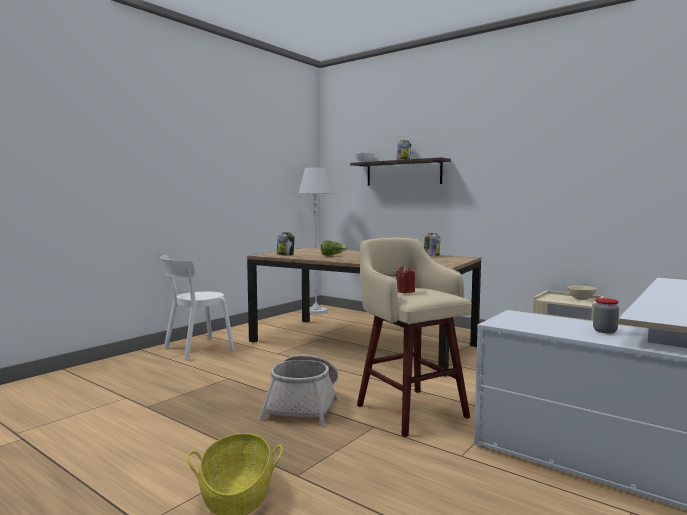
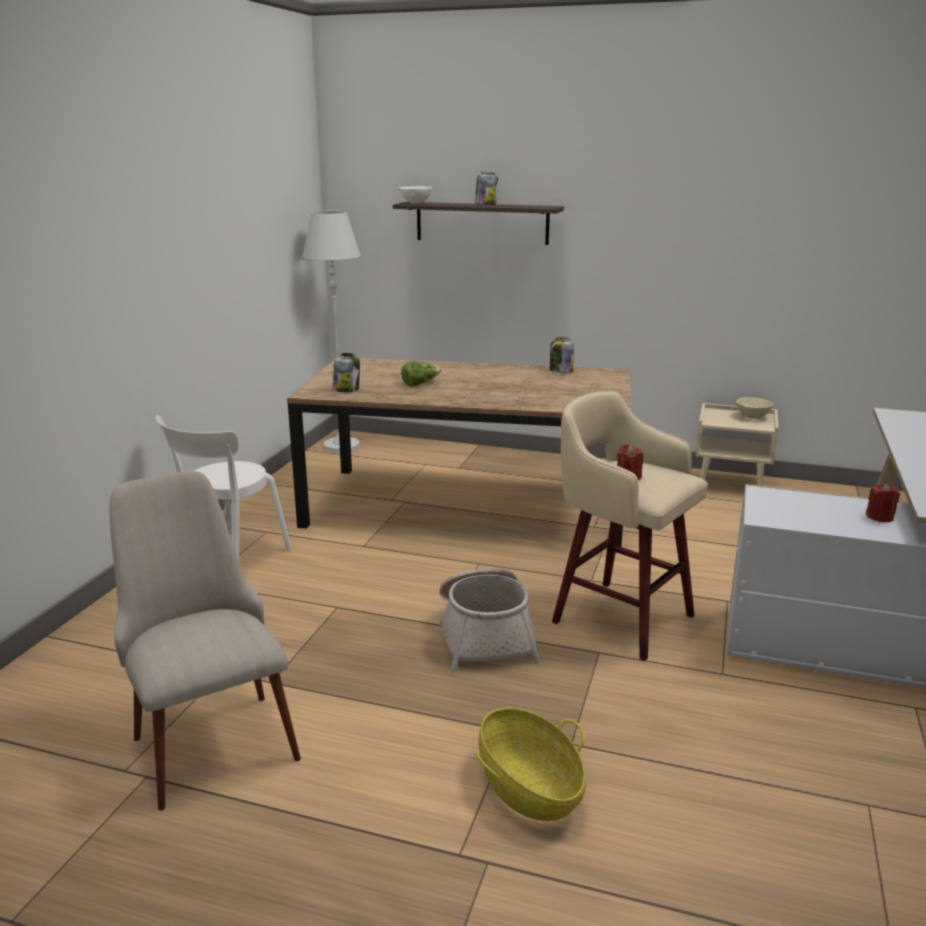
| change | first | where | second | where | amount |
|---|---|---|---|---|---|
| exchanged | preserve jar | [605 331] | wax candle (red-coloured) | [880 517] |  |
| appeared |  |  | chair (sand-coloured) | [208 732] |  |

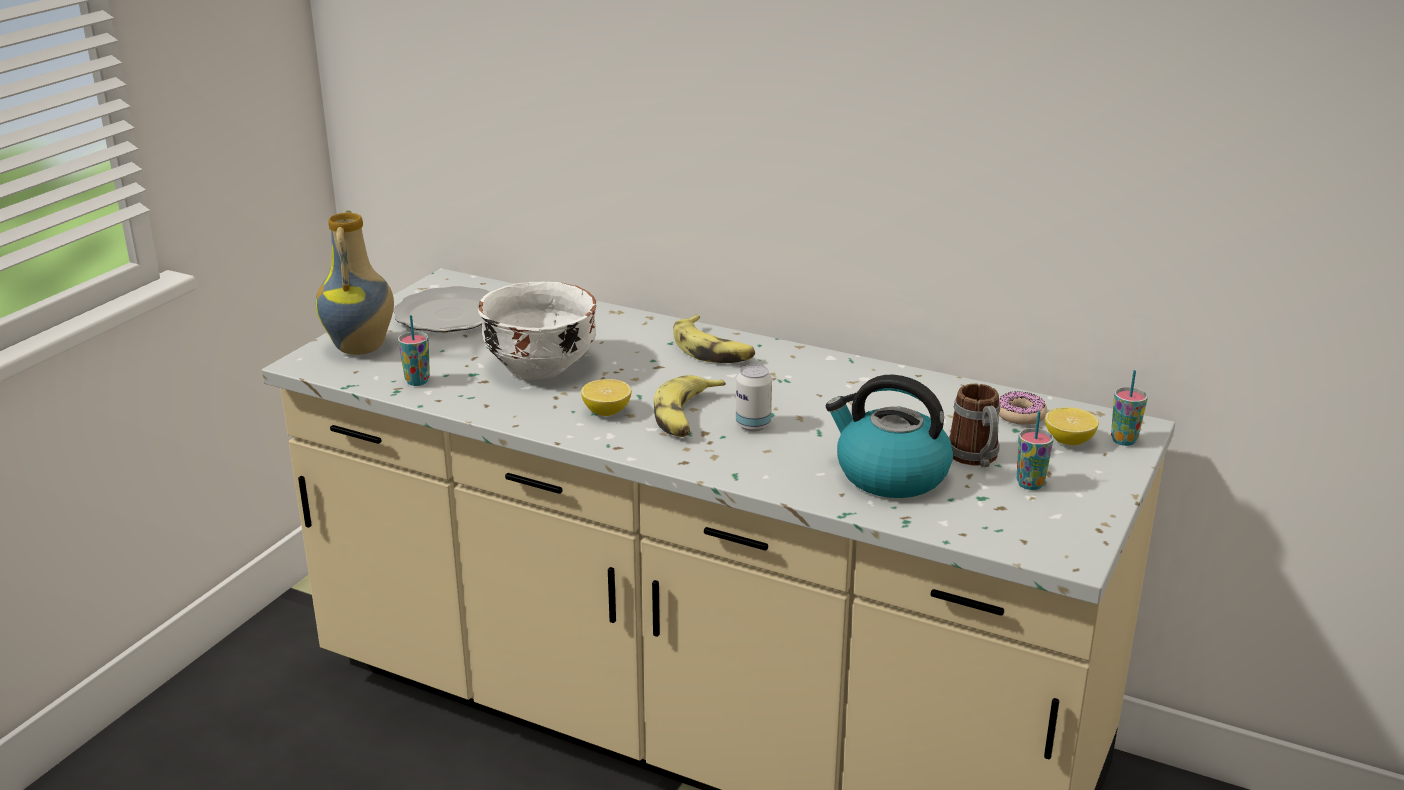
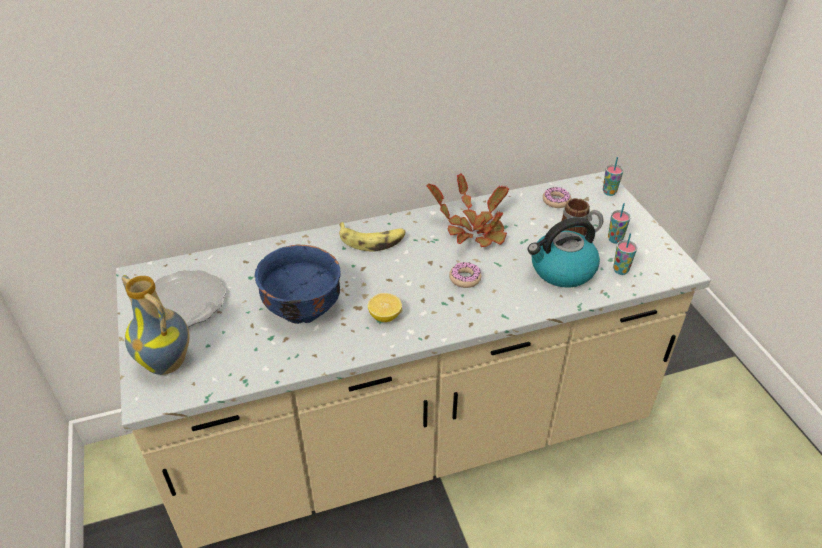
| change | first | where | second | where | amount |
|---|---|---|---|---|---|
| colour | deep dish (white-coloured) | [539 367] | deep dish (blue) | [301 308] |  |
| relocated | small cup | [417 381] |  | [620 270] |  |
| exchanged | sealed can | [753 425] | doughnut | [465 278] |  |
| missing | banana | [687 416] |  |  |  |
| missing | whole lemon | [1069 441] |  |  |  |
| appeared |  |  | plant in a pot | [473 229] |  |

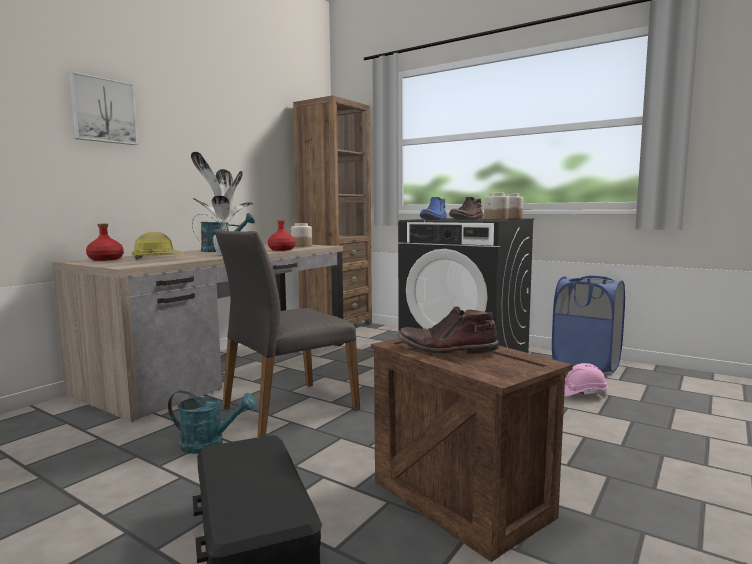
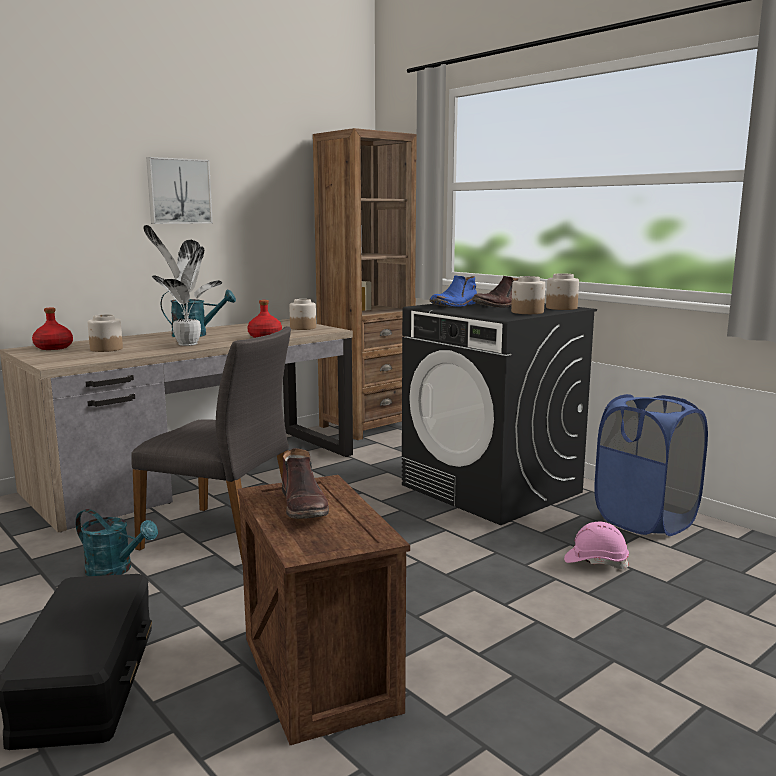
| change | first | where | second | where | amount |
|---|---|---|---|---|---|
| relocated | picture | [102 111] |  | [178 191] |  |
| spun | chair (gray) | [288 409] |  | [224 537] | 135 degrees counterclockwise |
| exchanged | work helmet | [157 258] | preserve jar | [106 349] |  |
| spun | high-top boot (brown-coloured) | [446 349] |  | [304 506] | 135 degrees counterclockwise |

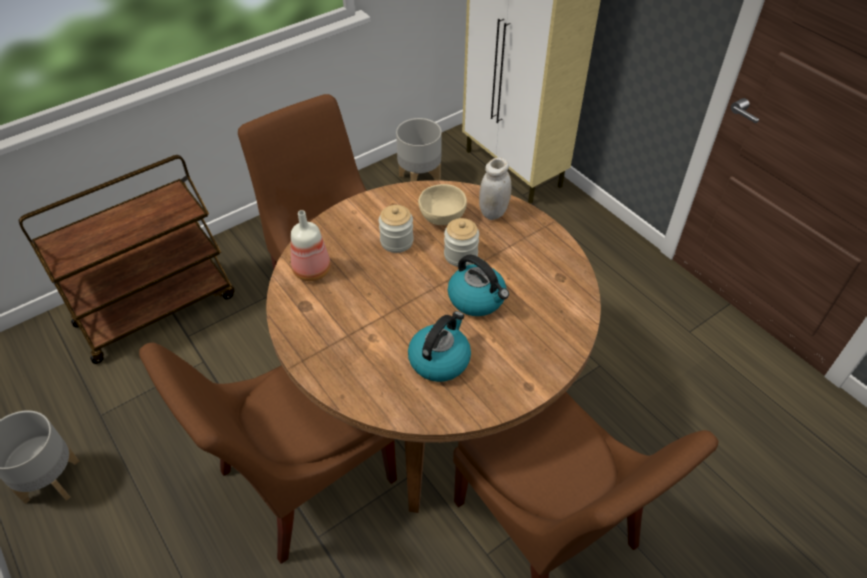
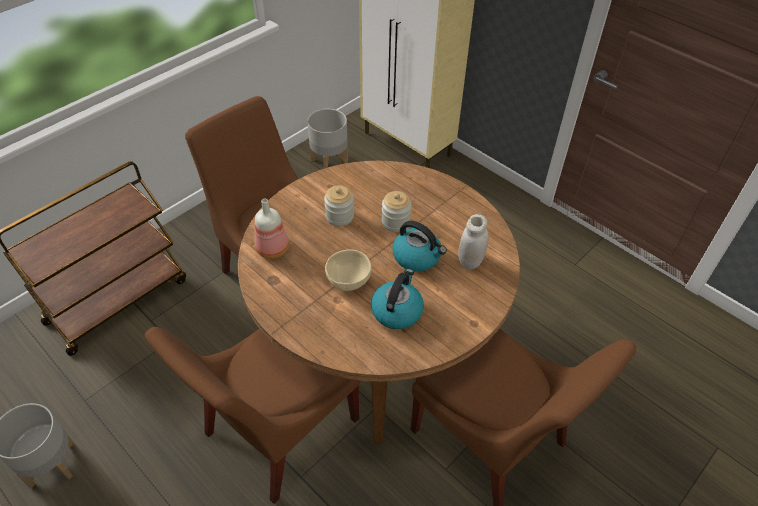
| change | first | where | second | where | amount |
|---|---|---|---|---|---|
| relocated | preserve jar (white-coloured) | [493 212] |  | [470 261] |  |
| relocated | deep dish (sand-coloured) | [441 217] |  | [348 281] |  |

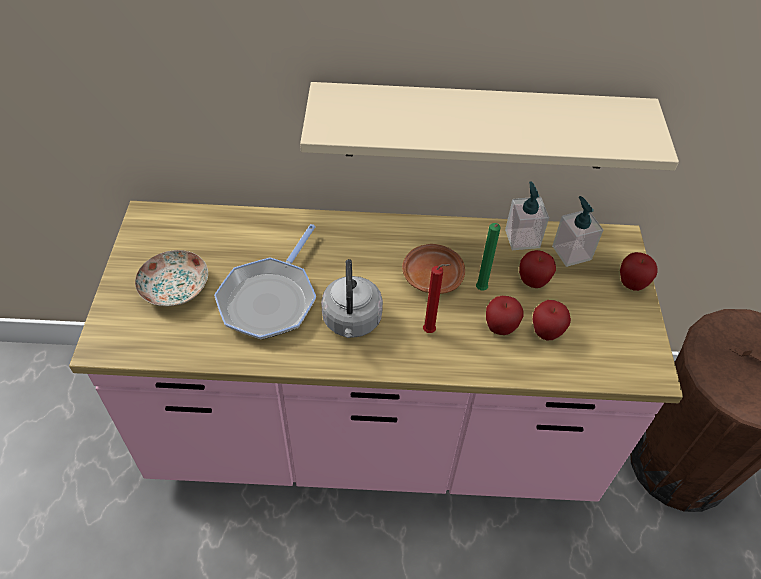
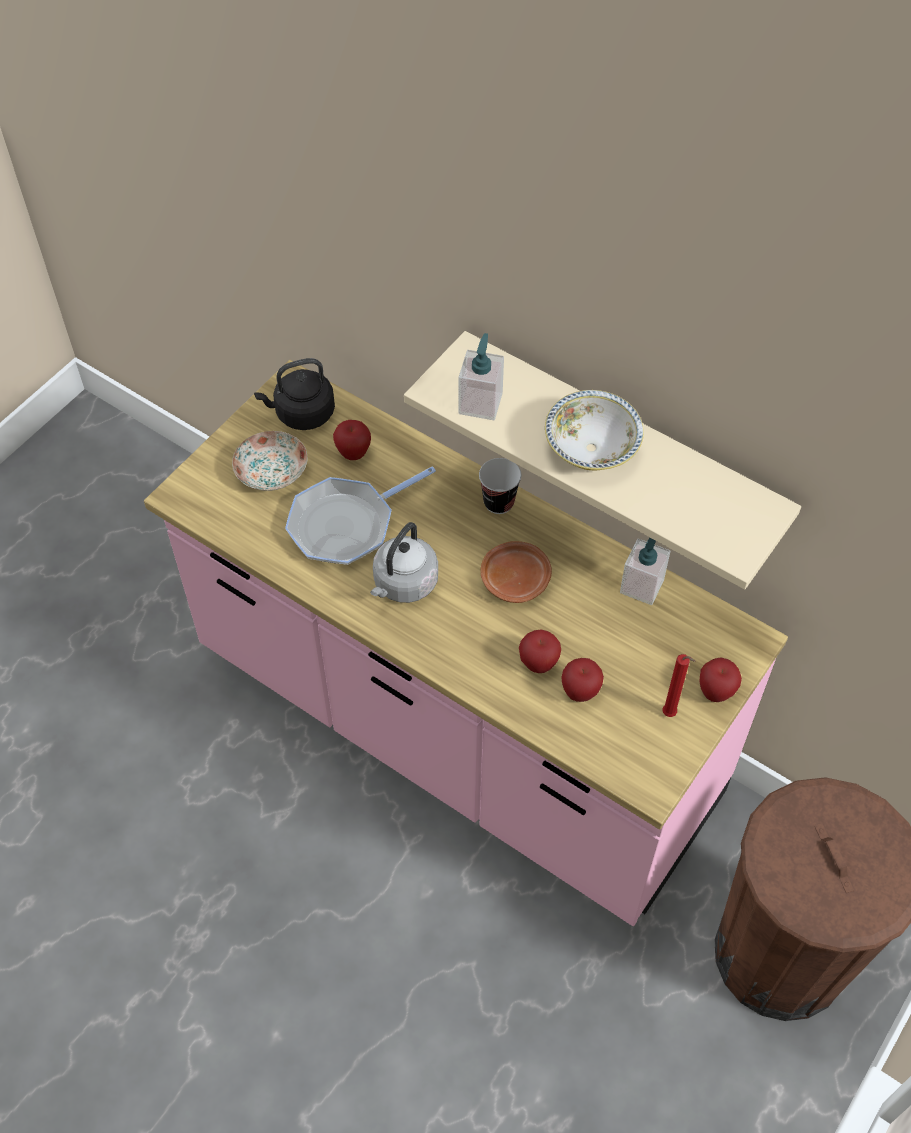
| change | first | where | second | where | amount |
|---|---|---|---|---|---|
| relocated | liquid soap bottle | [571 253] |  | [480 403] |  |
| missing | wax candle (green-coloured) | [480 290] |  |  |  |
| relocated | whole apple | [532 282] |  | [353 453] |  |
| relocated | wax candle (red-coloured) | [431 331] |  | [670 715] |  |
| appeared |  |  | water kettle (black-coloured) | [302 414] |  |
| appeared |  |  | deep dish | [591 449] |  |
| appeared |  |  | small cup | [498 502] |  |

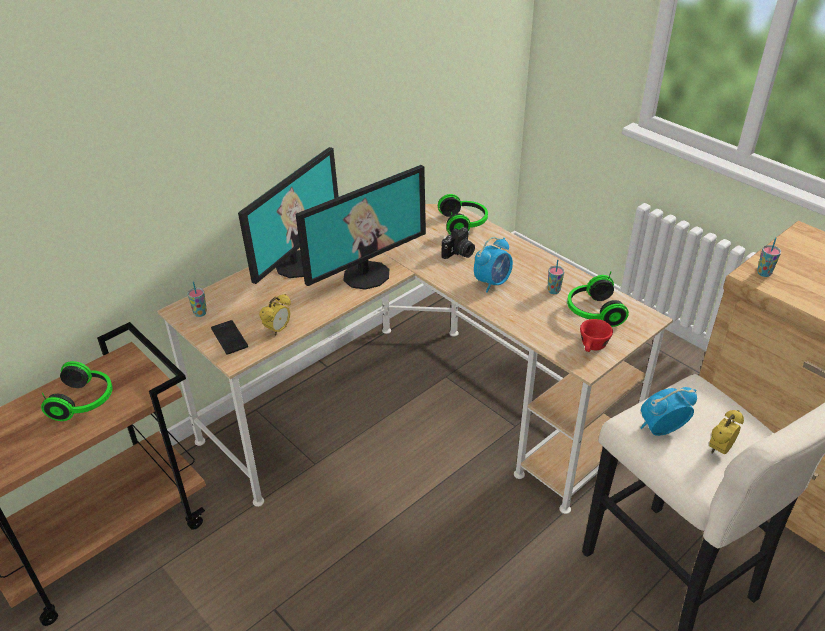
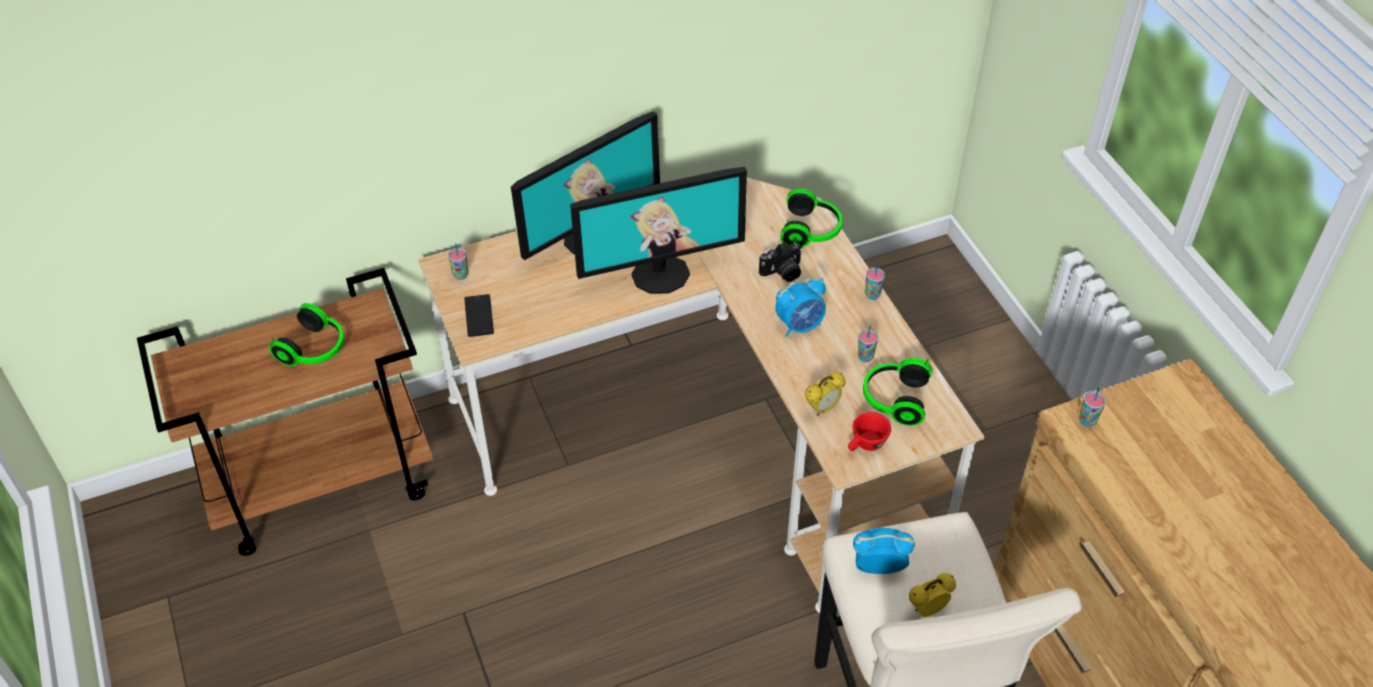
| change | first | where | second | where | amount |
|---|---|---|---|---|---|
| relocated | alarm clock | [278 330] |  | [822 408] |  |
| appeared |  |  | small cup | [872 295] |  |

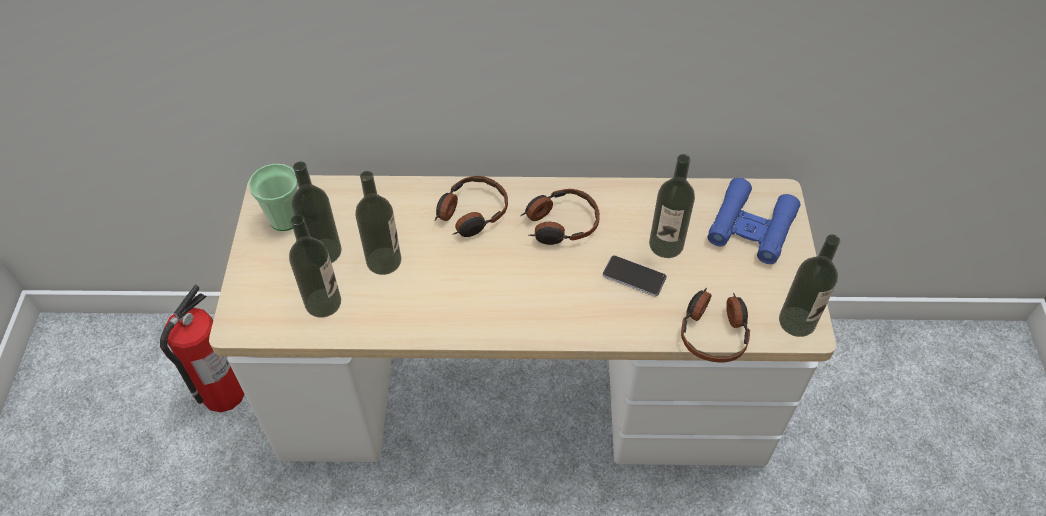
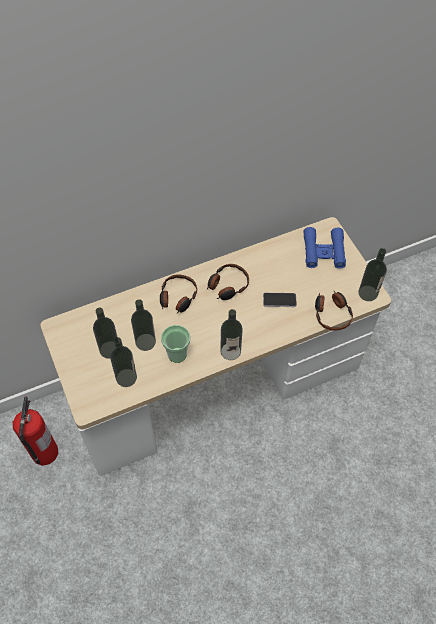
| change | first | where | second | where | amount |
|---|---|---|---|---|---|
| relocated | drink bottle | [666 244] |  | [230 351] |  |
| relocated | small cup | [285 219] |  | [177 354] |  |

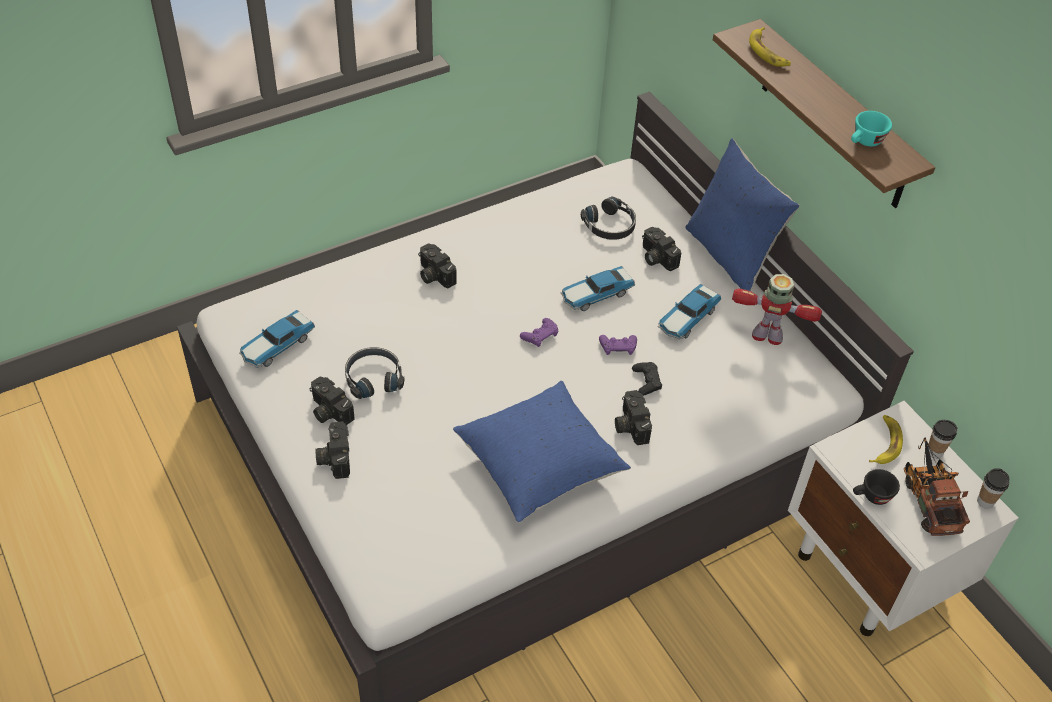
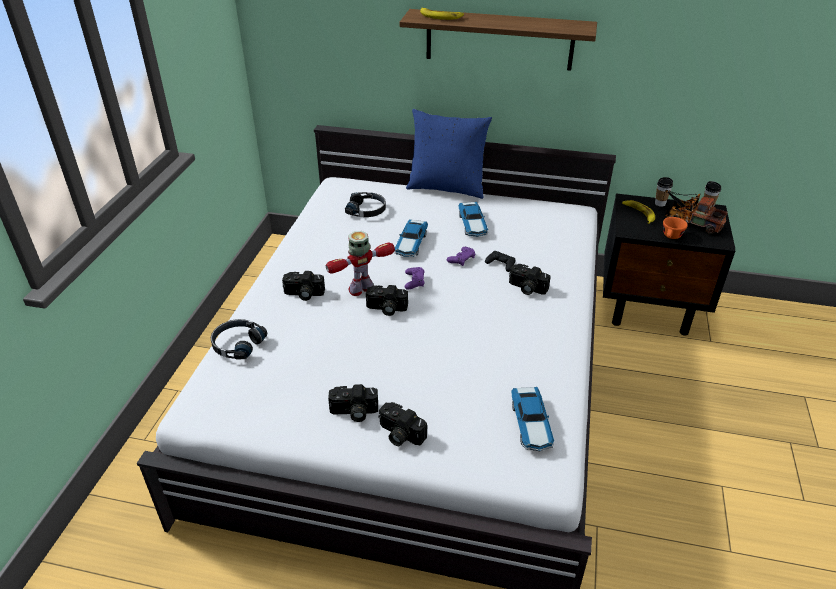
| change | first | where | second | where | amount |
|---|---|---|---|---|---|
| missing | small cup (turquoise-coloured) | [865 142] |  |  |  |
| relocated | photo camera | [656 257] |  | [386 309] |  |
| relocated | robot figure | [768 336] |  | [361 289] |  |
| relocated | model car | [276 346] |  | [531 425] |  |
| relocated | pair of headphones (black-coloured) | [373 378] |  | [237 344] |  |
| missing | cushion (blue) | [539 465] |  |  |  |
| colour | nightstand (white-coloured) | [871 574] | nightstand (black-coloured) | [650 308] |  |
| colour | small cup (black-coloured) | [871 497] | small cup (orange-coloured) | [671 237] |  |

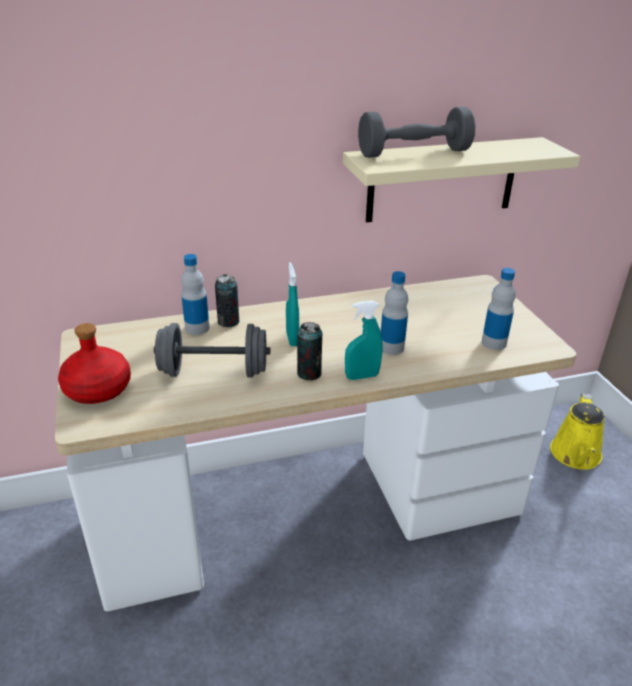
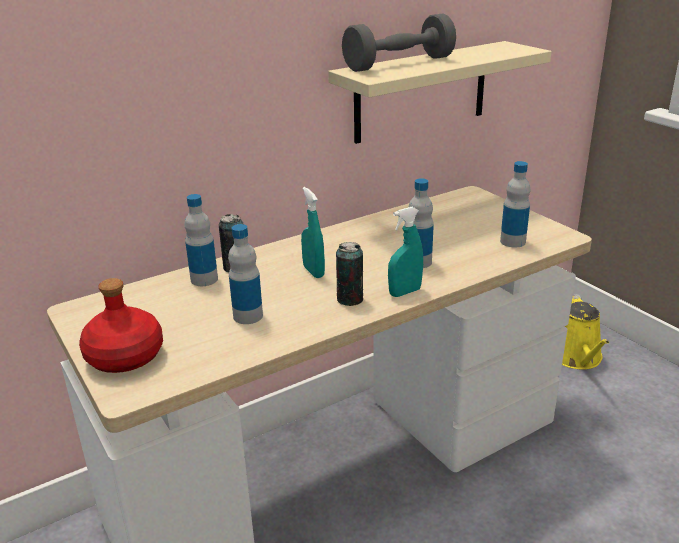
| change | first | where | second | where | amount |
|---|---|---|---|---|---|
| exchanged | hand weight (gray) | [214 371] | drink bottle | [248 316] |  |

